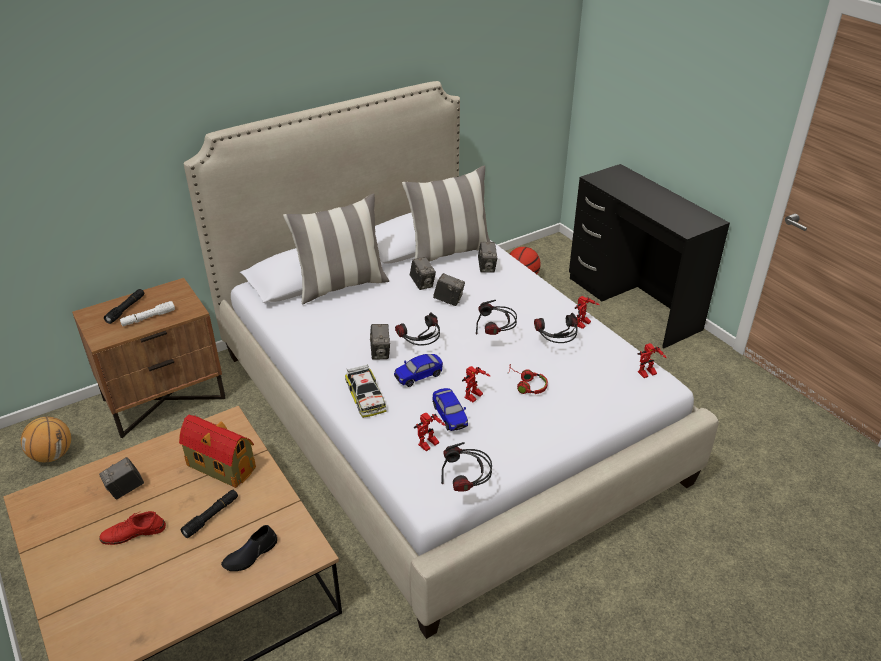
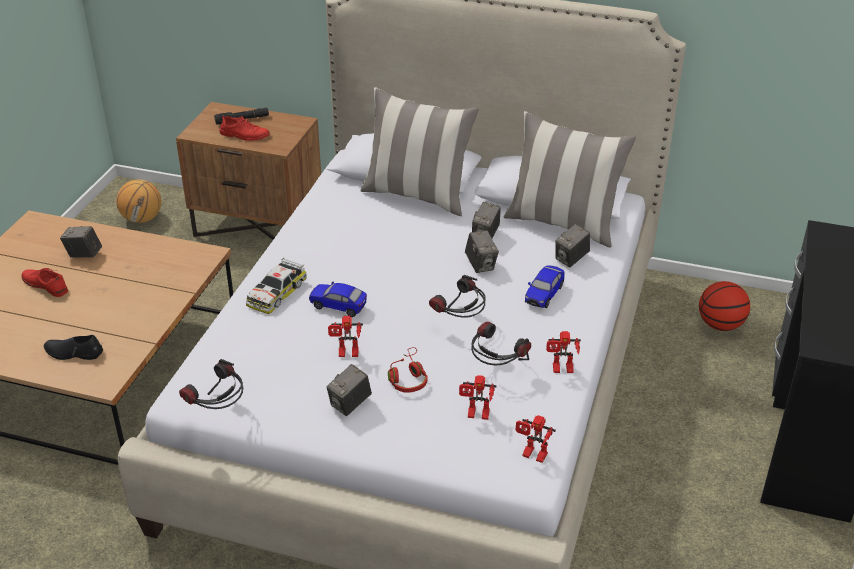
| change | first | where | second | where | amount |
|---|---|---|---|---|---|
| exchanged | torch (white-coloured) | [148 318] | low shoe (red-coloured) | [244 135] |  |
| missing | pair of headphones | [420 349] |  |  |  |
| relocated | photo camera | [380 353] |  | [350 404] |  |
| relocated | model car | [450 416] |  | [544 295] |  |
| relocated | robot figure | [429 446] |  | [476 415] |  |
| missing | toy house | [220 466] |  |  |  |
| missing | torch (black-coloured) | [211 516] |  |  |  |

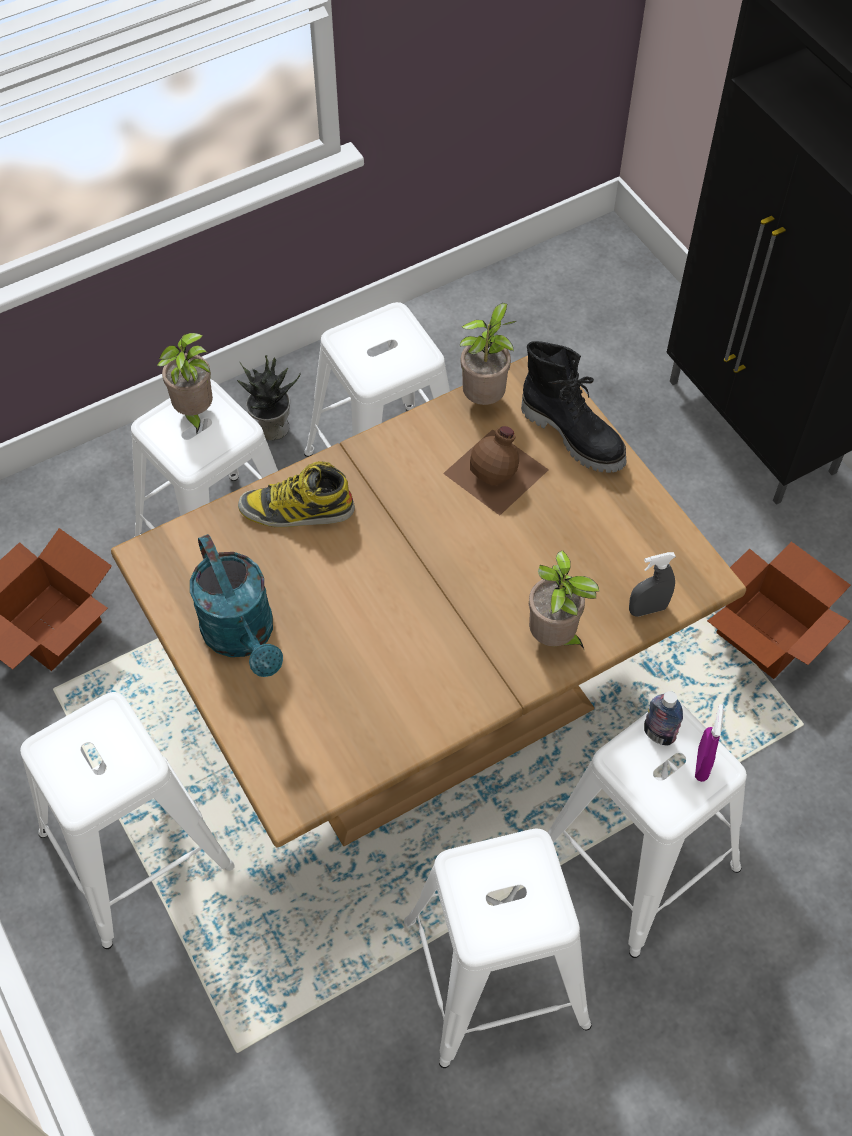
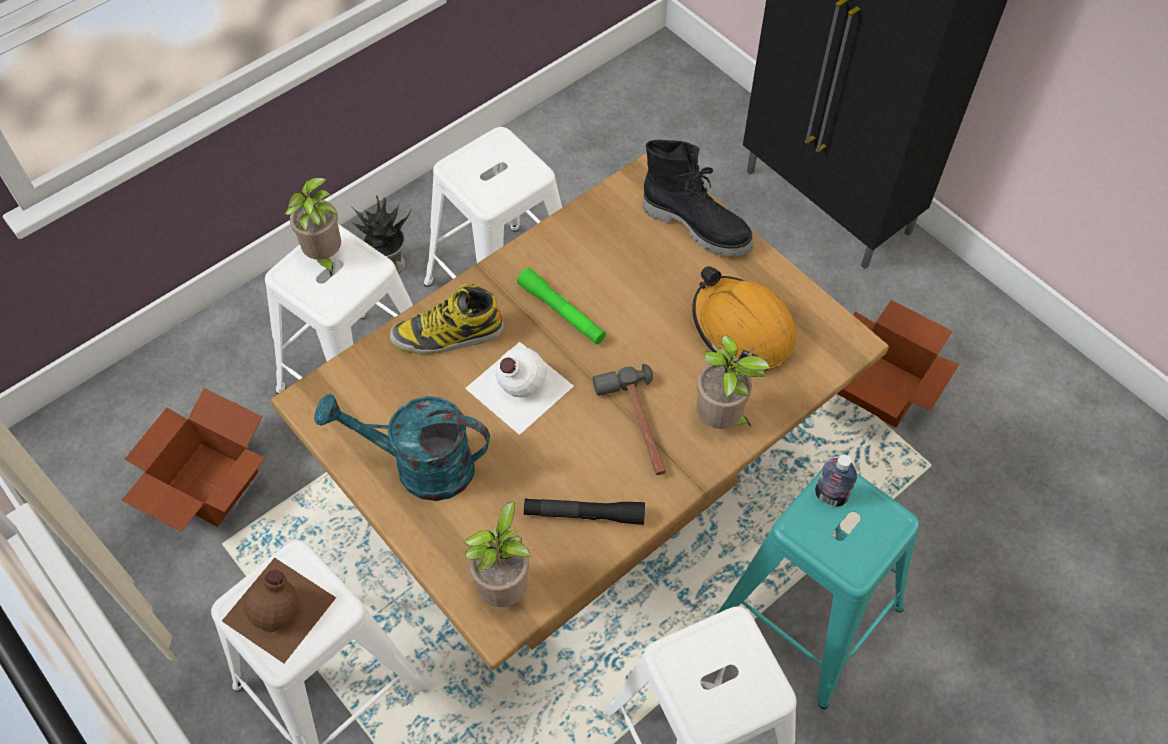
| change | first | where | second | where | amount |
|---|---|---|---|---|---|
| relocated | plant in a pot | [485 398] |  | [505 588] |  |
| relocated | drink bottle (brown-coloured) | [498 471] |  | [281 608] |  |
| spun | watering can (turquoise-coloured) | [243 637] |  | [419 466] | 135 degrees clockwise |
| missing | hand sprayer (gray) | [647 609] |  |  |  |
| colour | sitting stool (white-coloured) | [638 859] | sitting stool (turquoise-coloured) | [808 615] |  |
| missing | hand sprayer (purple) | [702 764] |  |  |  |
| appeared |  |  | work helmet (orange-coloured) | [742 329] |  |
| appeared |  |  | torch (green-coloured) | [561 312] |  |
| appeared |  |  | drink bottle (white-coloured) | [517 387] |  |
| appeared |  |  | hammer | [637 426] |  |
| appeared |  |  | torch (black-coloured) | [584 514] |  |

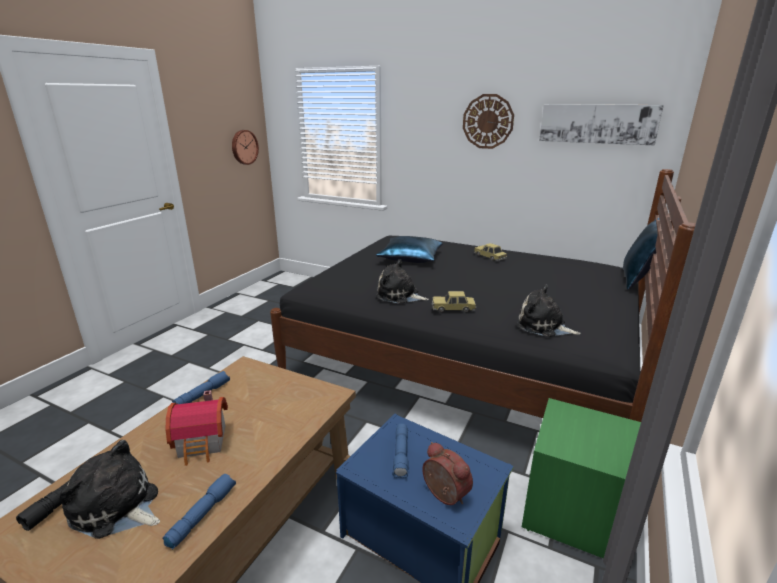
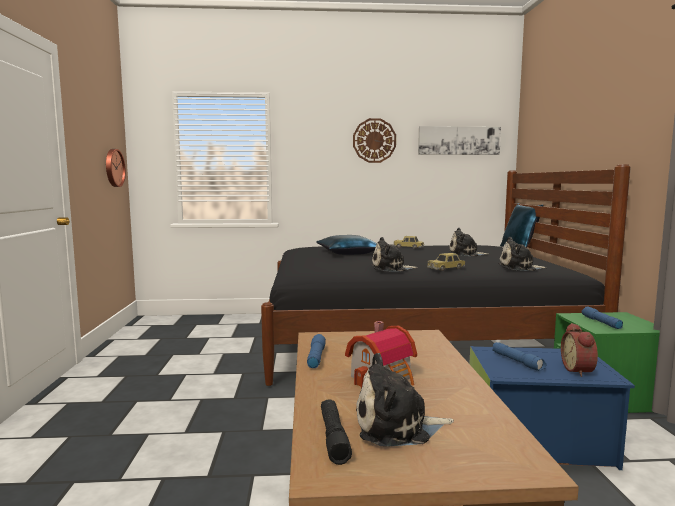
| change | first | where | second | where | amount |
|---|---|---|---|---|---|
| spun | alarm clock | [443 495] |  | [579 370] | 105 degrees counterclockwise |
| relocated | torch (blue) | [202 514] |  | [600 322] |  |
| appeared |  |  | cuddly toy | [465 254] |  |

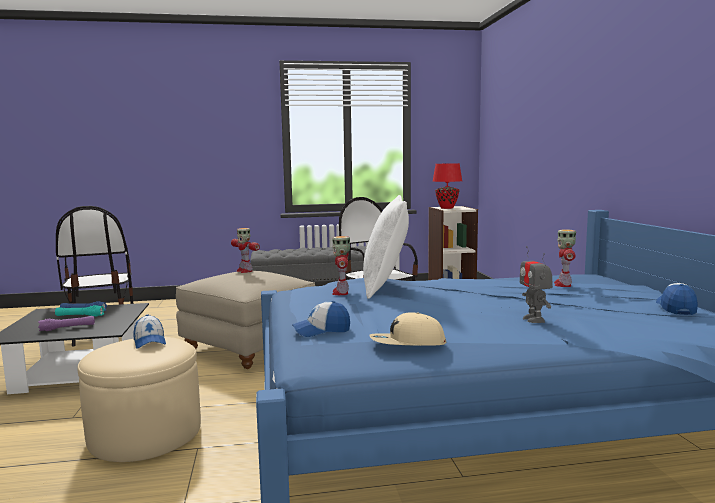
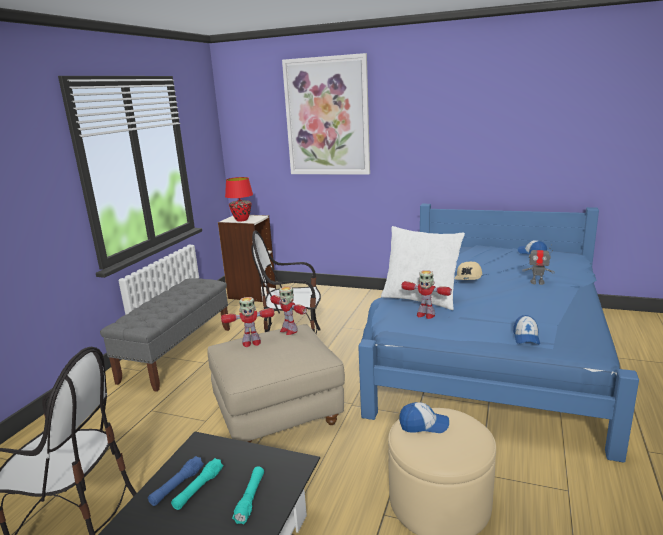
| change | first | where | second | where | amount |
|---|---|---|---|---|---|
| relocated | robot figure | [563 284] |  | [289 330] |  |
| relocated | baseball cap (sand-coloured) | [407 344] |  | [469 277] |  |
| colour | torch (purple) | [67 328] | torch (turquoise-coloured) | [250 499] |  |
| appeared |  |  | picture | [327 117] |  |

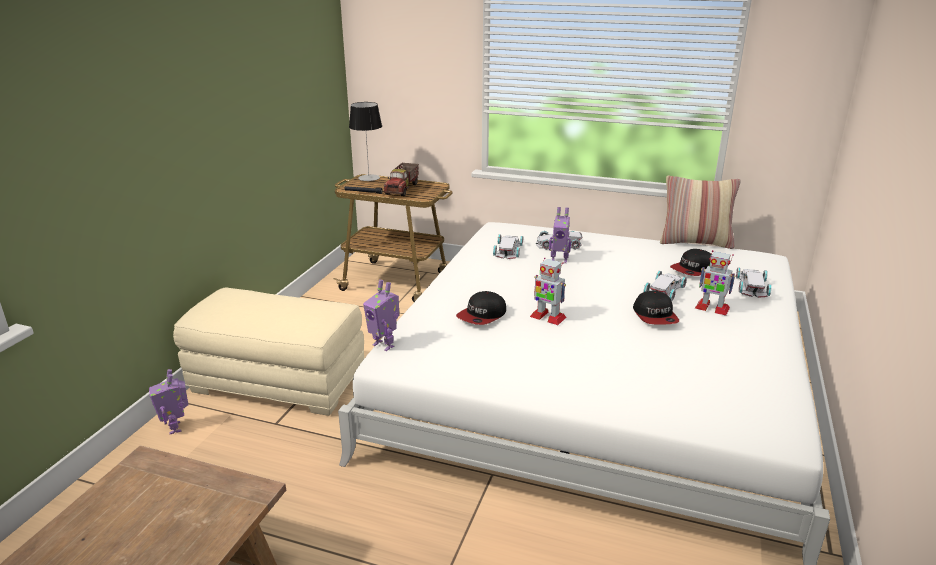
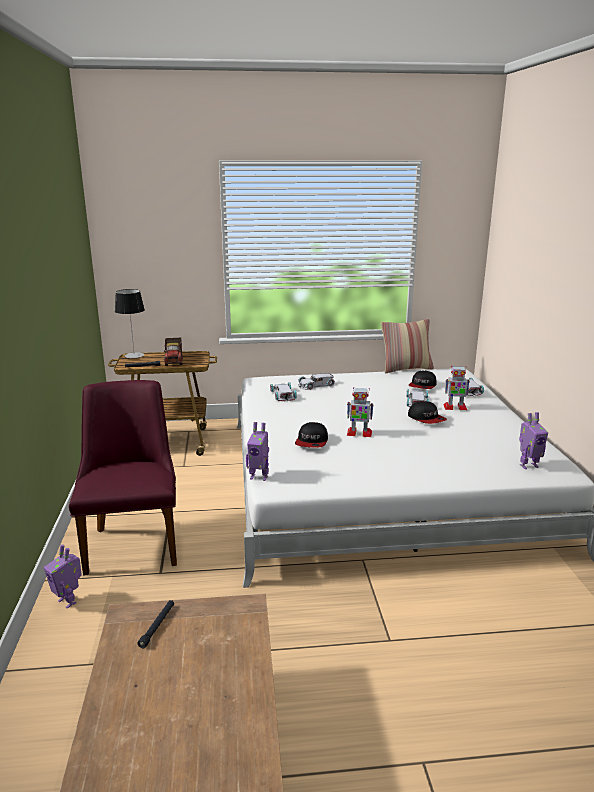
| change | first | where | second | where | amount |
|---|---|---|---|---|---|
| relocated | robot figure | [559 260] |  | [528 465] |  |
| exchanged | pouffe (sand-coloured) | [280 381] | chair (purple) | [134 540] |  |
| appeared |  |  | torch (black-coloured) | [157 626] |  |

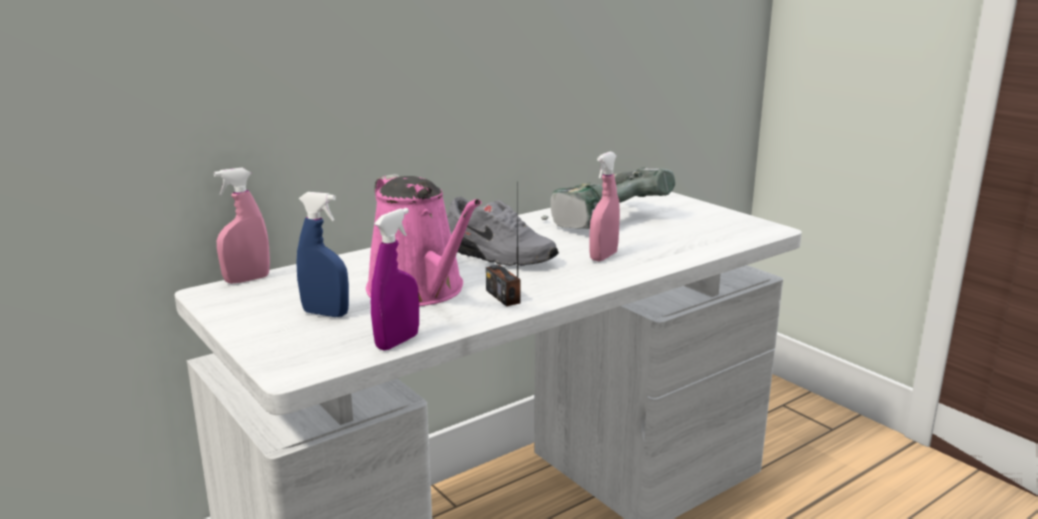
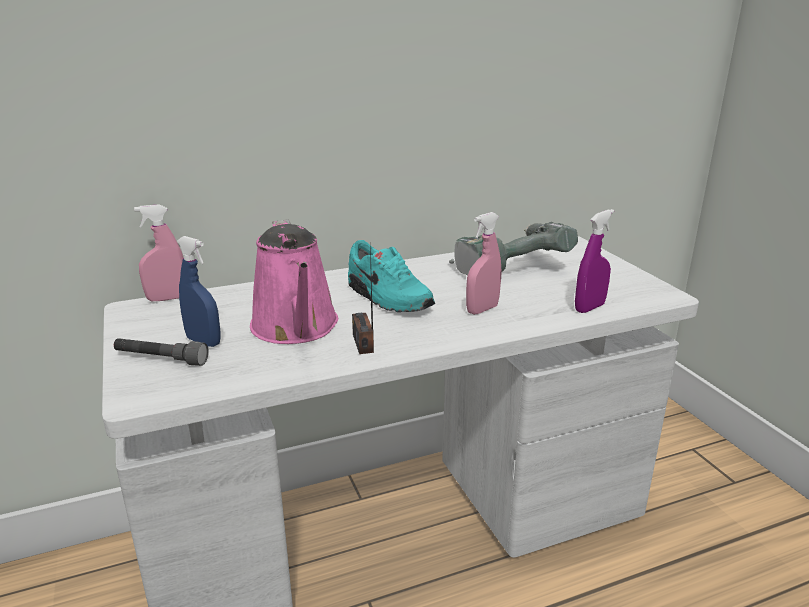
| change | first | where | second | where | amount |
|---|---|---|---|---|---|
| colour | low shoe (gray) | [498 256] | low shoe (turquoise-coloured) | [387 298] |  |
| relocated | hand sprayer (purple) | [397 342] |  | [589 308] |  |
| appeared |  |  | torch (gray) | [161 359] |  |

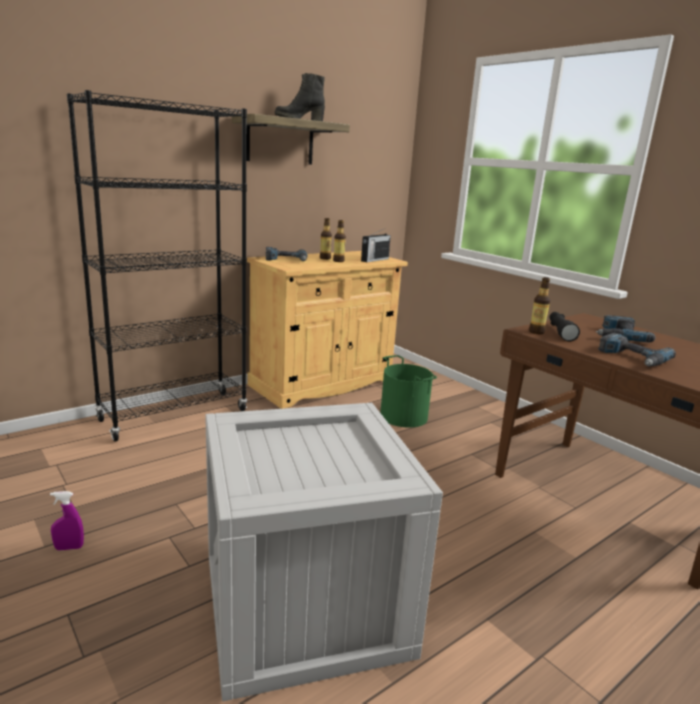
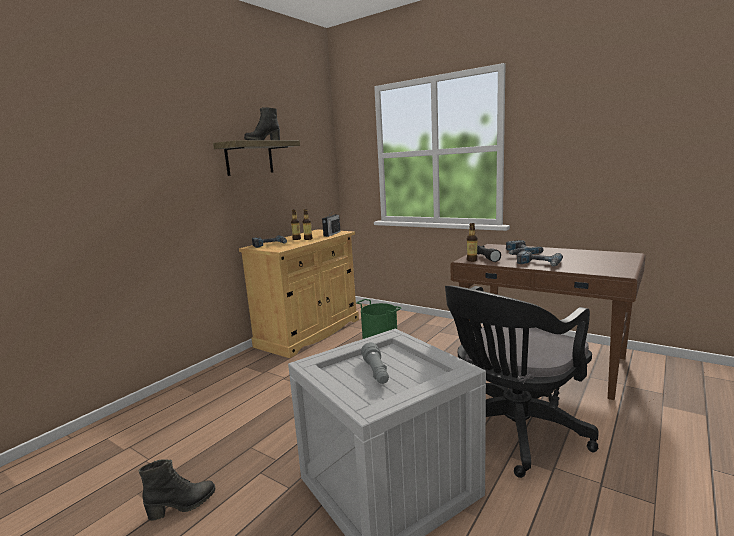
| change | first | where | second | where | amount |
|---|---|---|---|---|---|
| missing | bookcase (black-coloured) | [174 415] |  |  |  |
| exchanged | hand sprayer (purple) | [69 548] | high-top boot (black-coloured) | [182 505] |  |
| appeared |  |  | office chair (black-coloured) | [512 432] |  |
| appeared |  |  | torch (gray) | [376 372] |  |

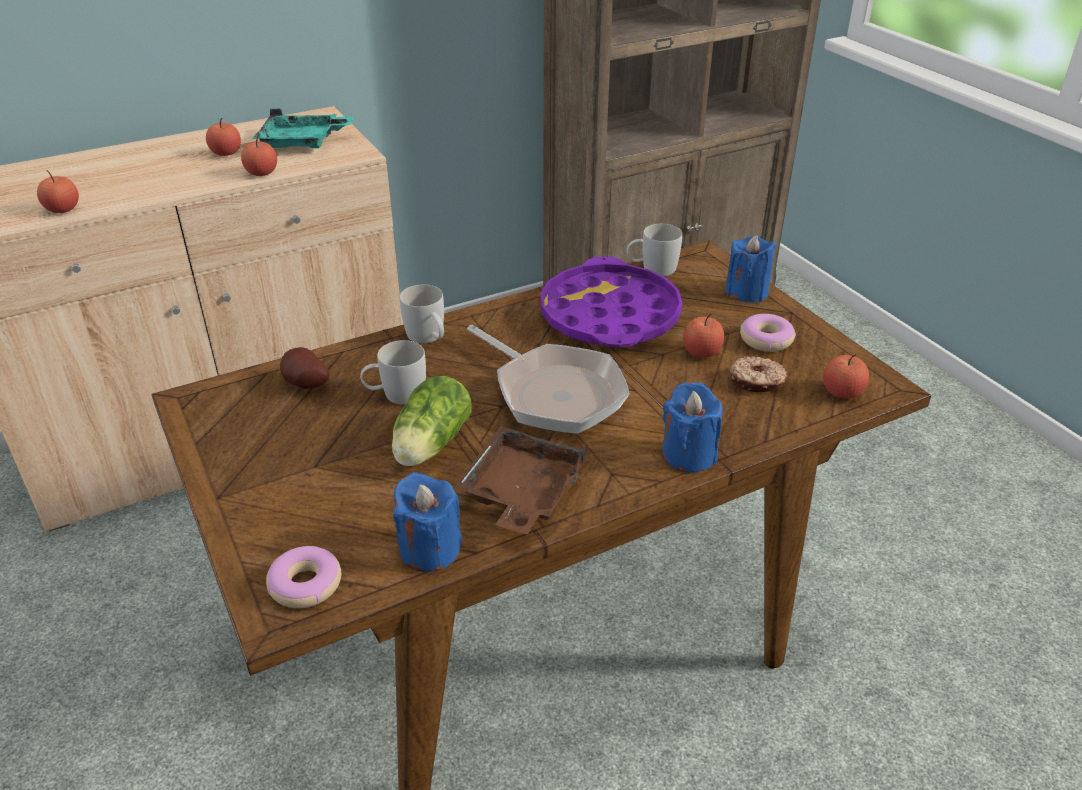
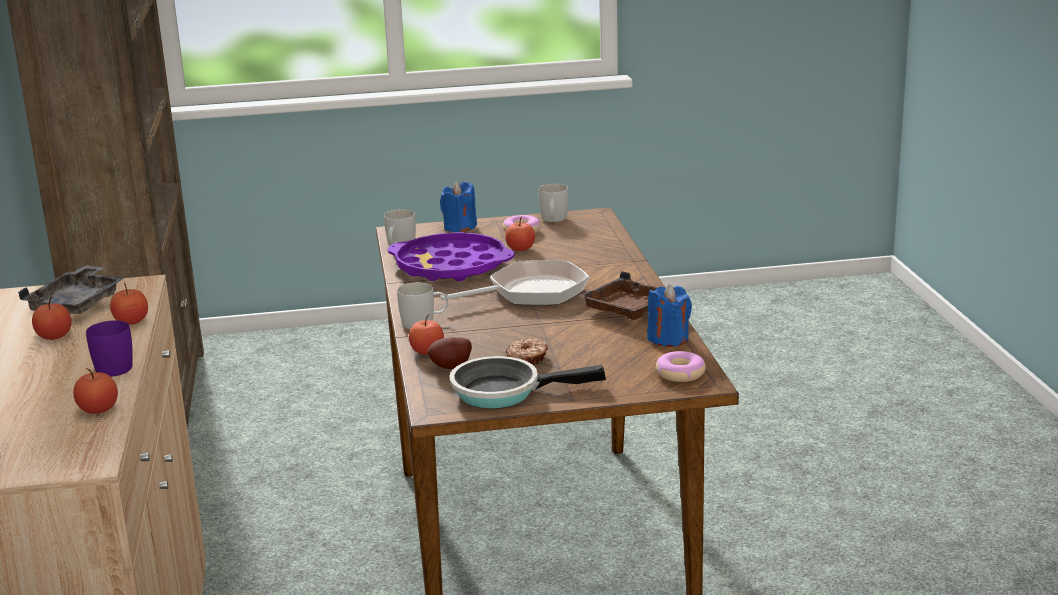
| change | first | where | second | where | amount |
|---|---|---|---|---|---|
| colour | serving tray (turquoise-coloured) | [303 142] | serving tray (gray) | [78 304] |  |
| relocated | coffee mug (white-coloured) | [396 395] |  | [553 220] |  |
| relocated | whole apple | [842 392] |  | [427 351] |  |
| relocated | doughnut | [756 382] |  | [527 359] |  |
| missing | lettuce head | [429 446] |  |  |  |
| missing | wax candle (blue) | [688 455] |  |  |  |
| appeared |  |  | coffee mug (purple) | [116 366] |  |
| appeared |  |  | pan | [503 391] |  |

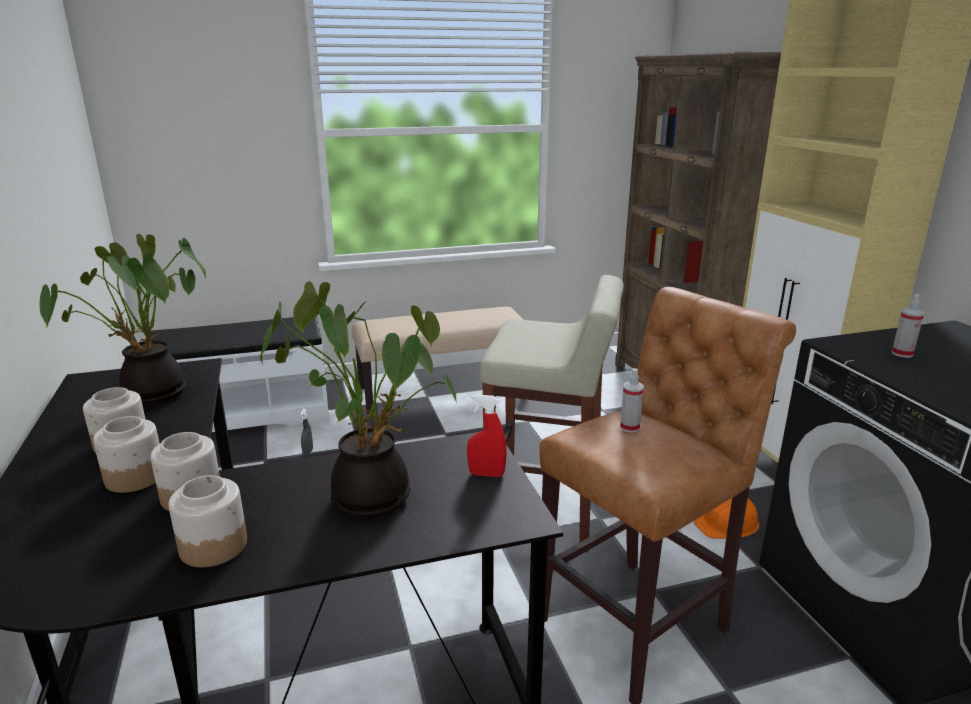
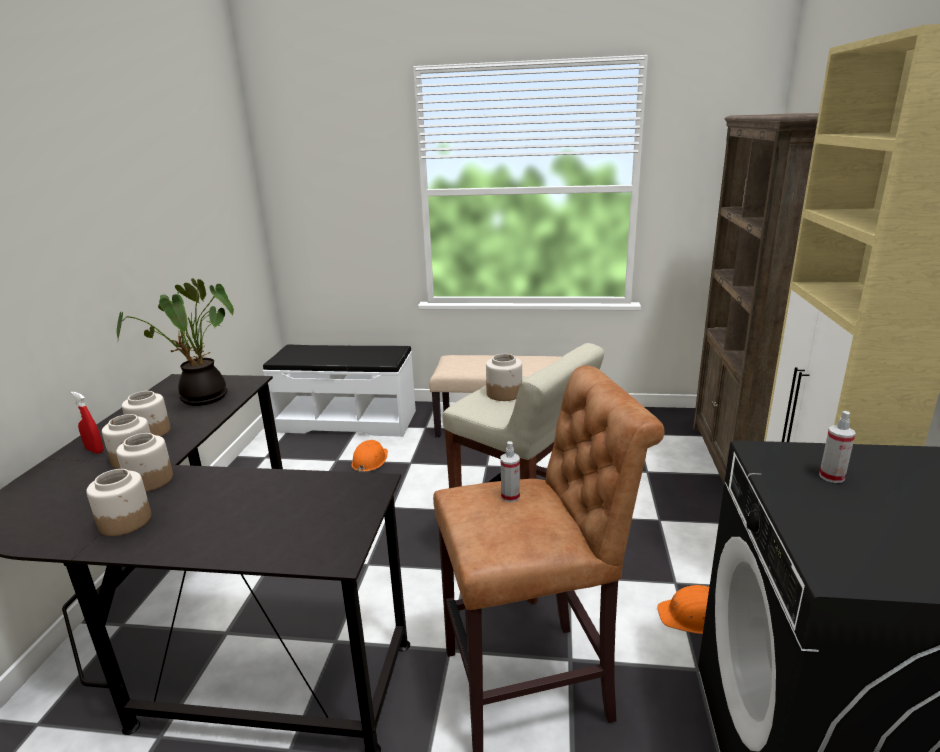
| change | first | where | second | where | amount |
|---|---|---|---|---|---|
| missing | plant in a pot | [374 494] |  |  |  |
| relocated | hand sprayer (red-coloured) | [486 474] |  | [94 450] |  |
| exchanged | hand sprayer (gray) | [308 452] | work helmet (orange-coloured) | [370 460] |  |
| appeared |  |  | preserve jar | [504 393] |  |

